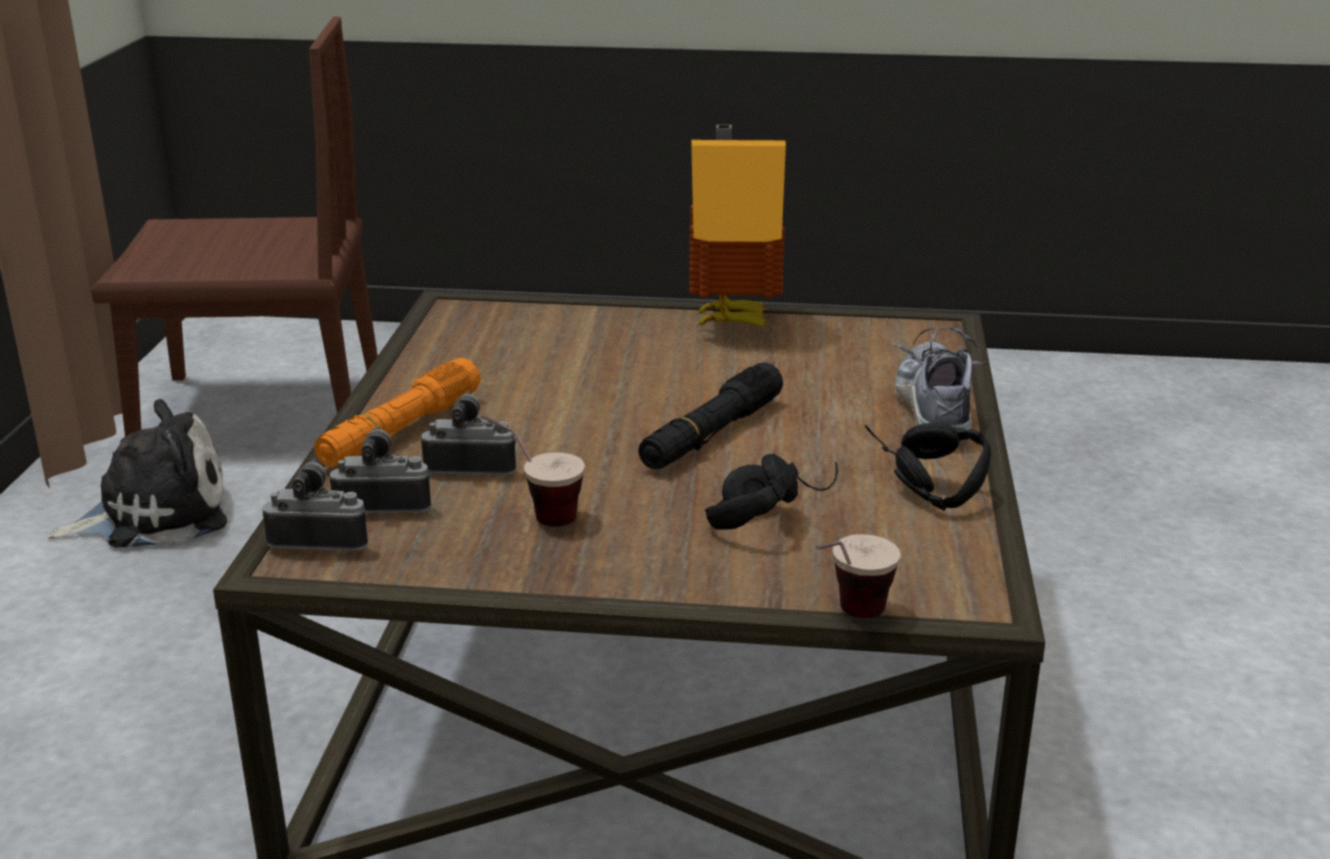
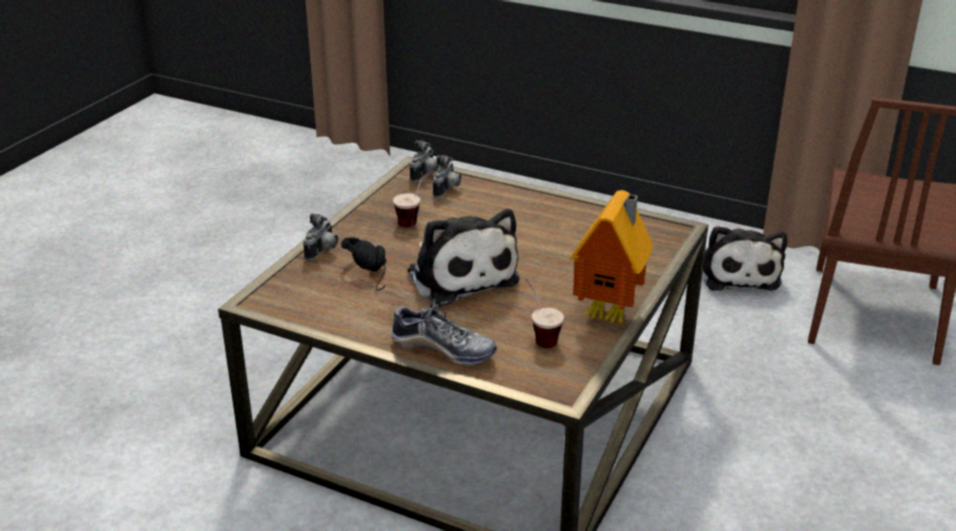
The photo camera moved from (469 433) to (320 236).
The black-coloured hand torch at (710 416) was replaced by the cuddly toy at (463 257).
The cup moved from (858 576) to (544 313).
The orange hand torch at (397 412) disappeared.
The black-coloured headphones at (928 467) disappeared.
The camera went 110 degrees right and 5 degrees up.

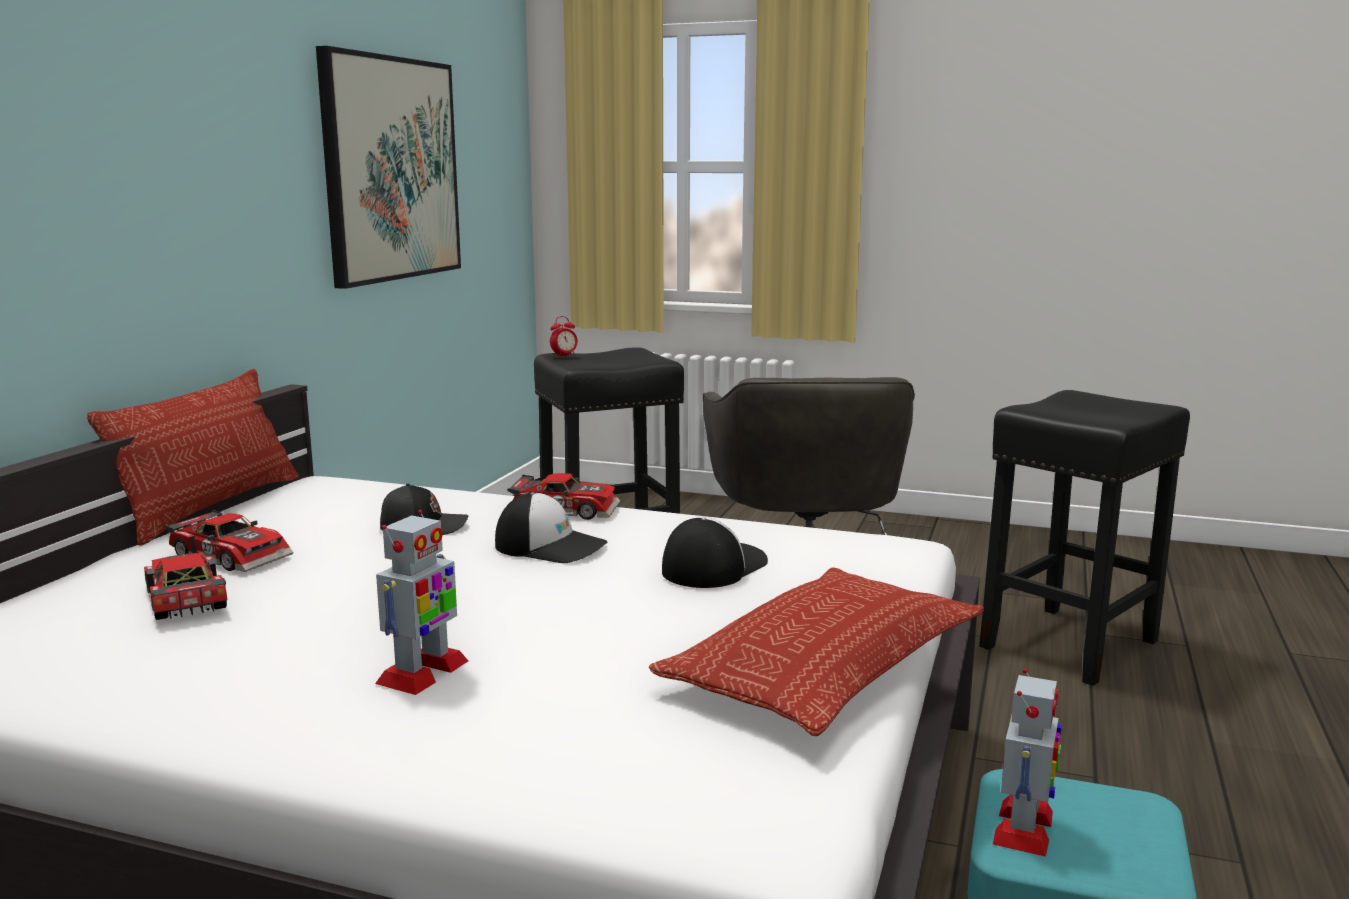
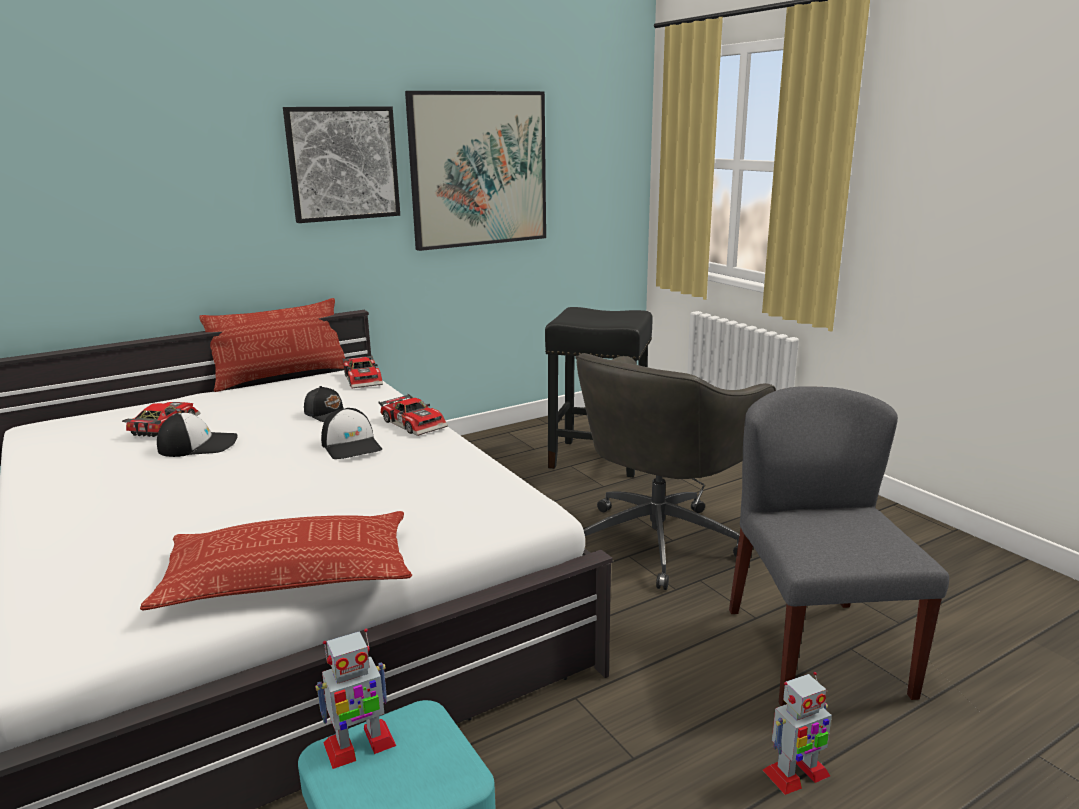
The peaked cap moved from (715 552) to (197 434).
The wall picture at (341 164) appeared.
The miniature car moved from (228 541) to (363 371).
The black-coloured sitting stool at (1084 538) was replaced by the gray upright chair at (839 546).
The toy robot moved from (421 602) to (797 733).
The table clock at (564 337) disappeared.
The camera went 40 degrees right and 5 degrees up.

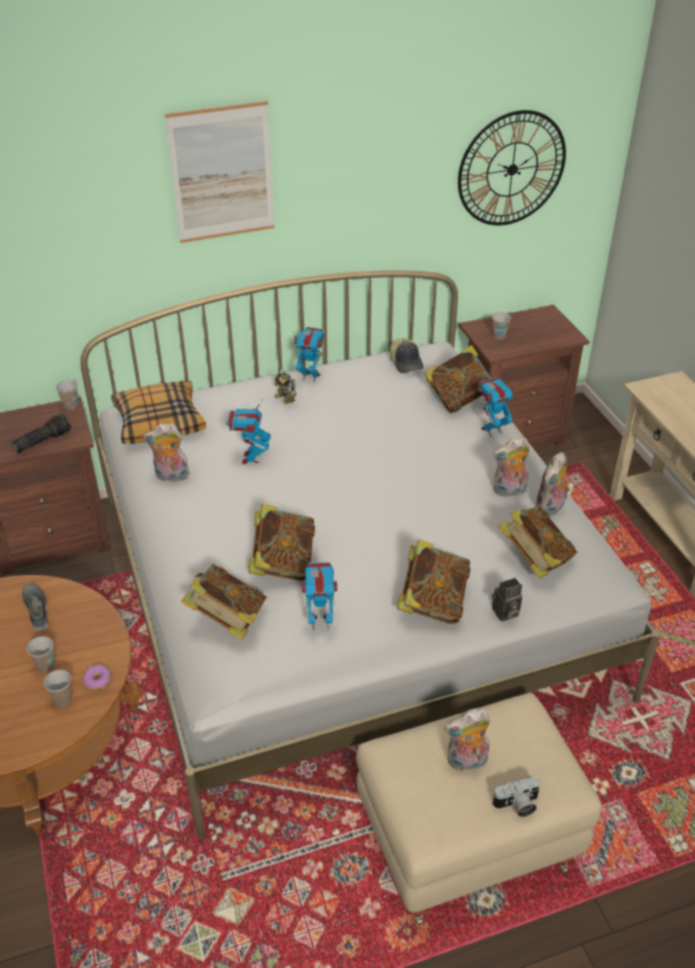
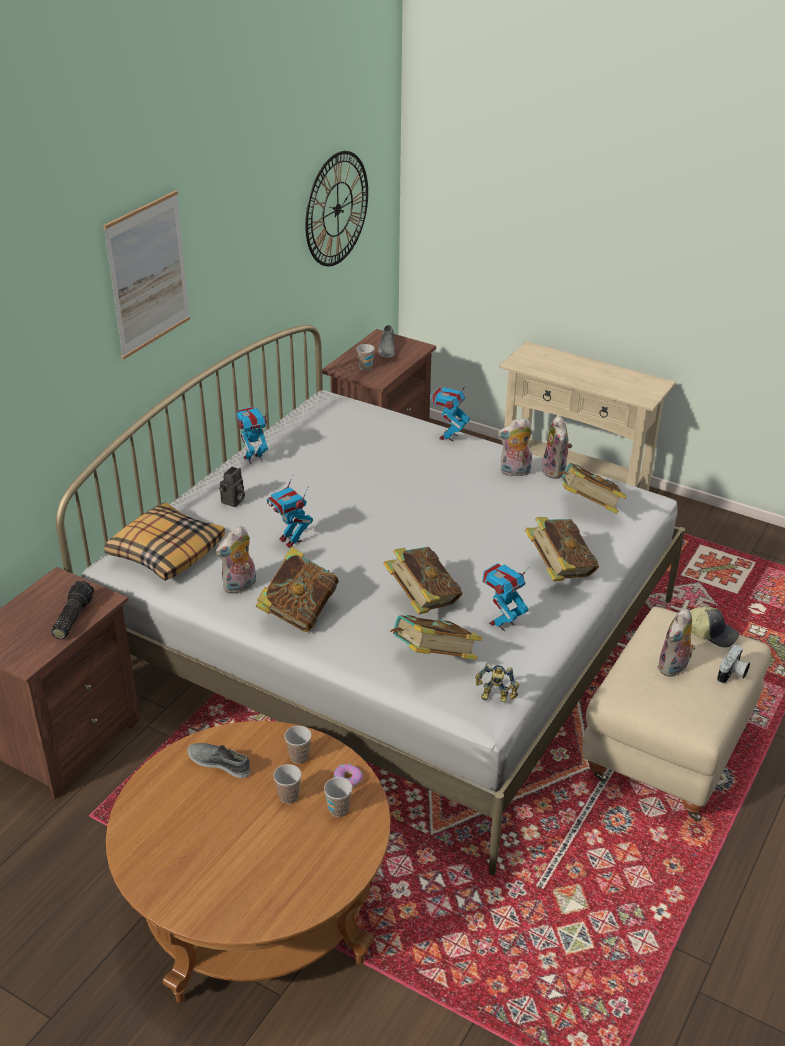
The photo camera moved from (507 600) to (232 487).
The book moved from (459 379) to (297 589).
The cup moved from (67 395) to (298 745).
The gray low shoe at (386 341) appeared.
The toy robot moved from (286 386) to (497 682).
The cuddly toy at (511 466) turned 45 degrees clockwise.
The peaked cap moved from (407 355) to (714 627).
The camera went 40 degrees left and 5 degrees down.

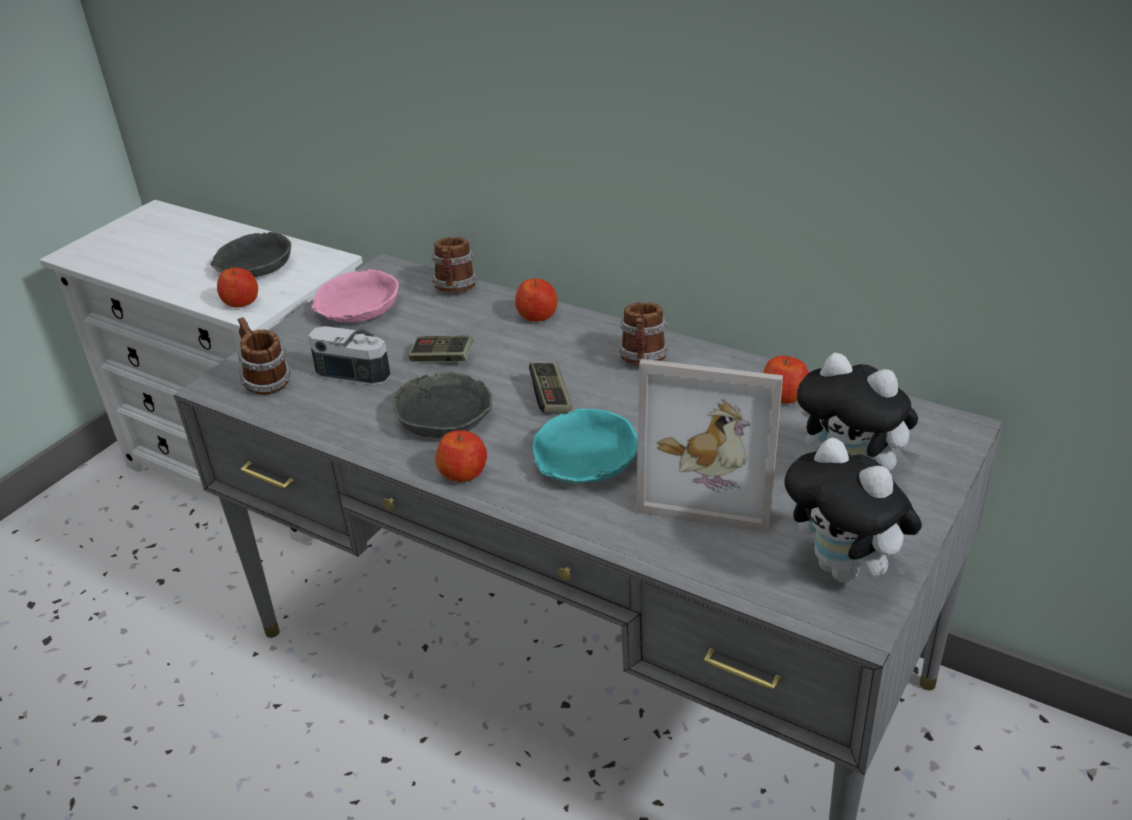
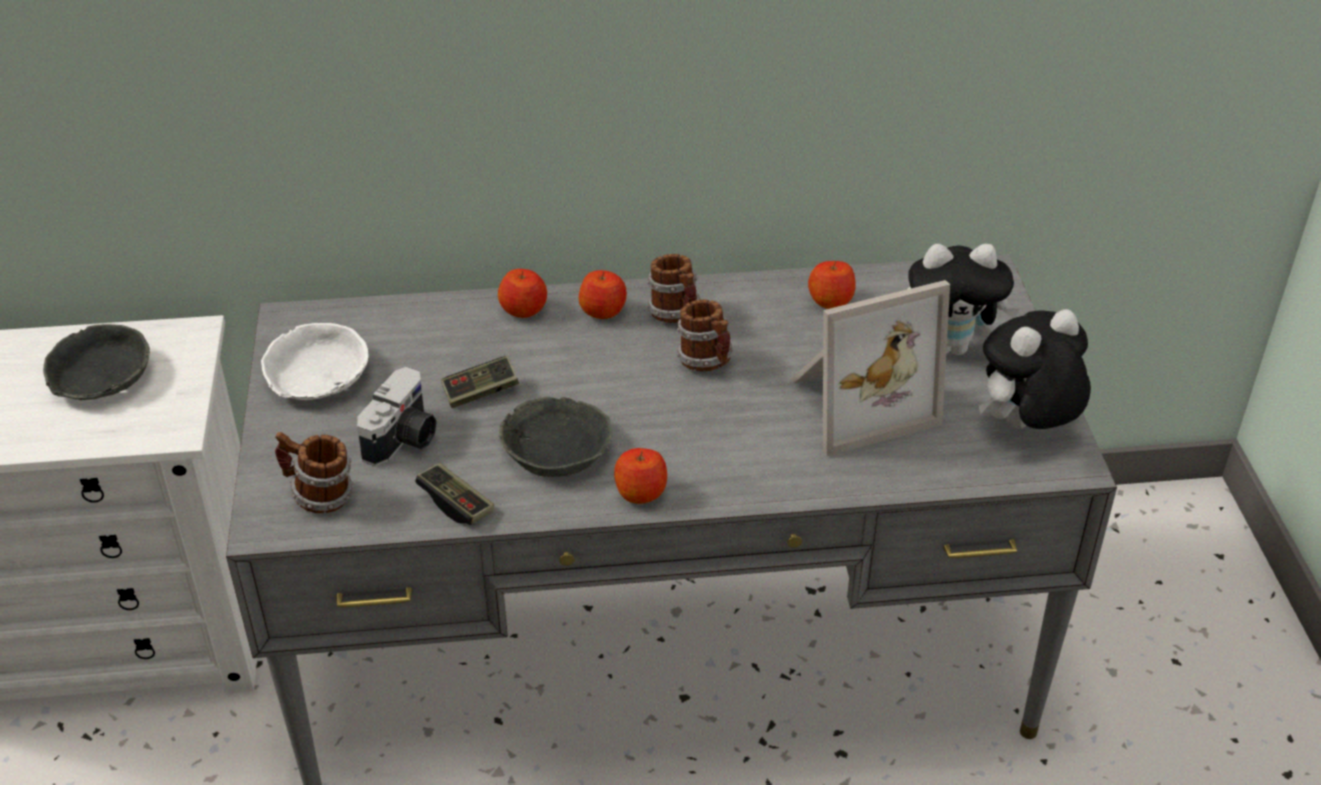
The pink deep dish at (355 295) became the whitish deep dish at (315 361).
The photo camera at (349 355) turned 135 degrees clockwise.
The joypad moved from (550 387) to (454 494).
The apple fruit moved from (237 287) to (602 294).
The coffee mug moved from (454 264) to (705 335).
The cuddly toy at (853 510) turned 135 degrees clockwise.
The turquoise-coloured deep dish at (585 446) disappeared.
The camera went 40 degrees left and 5 degrees up.

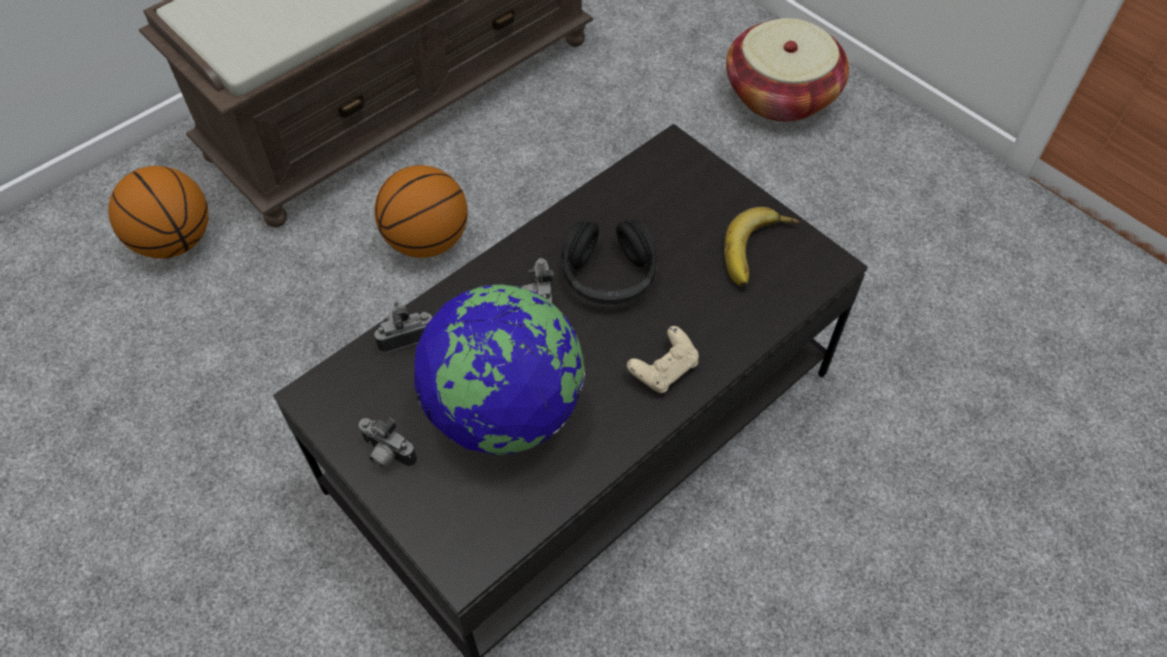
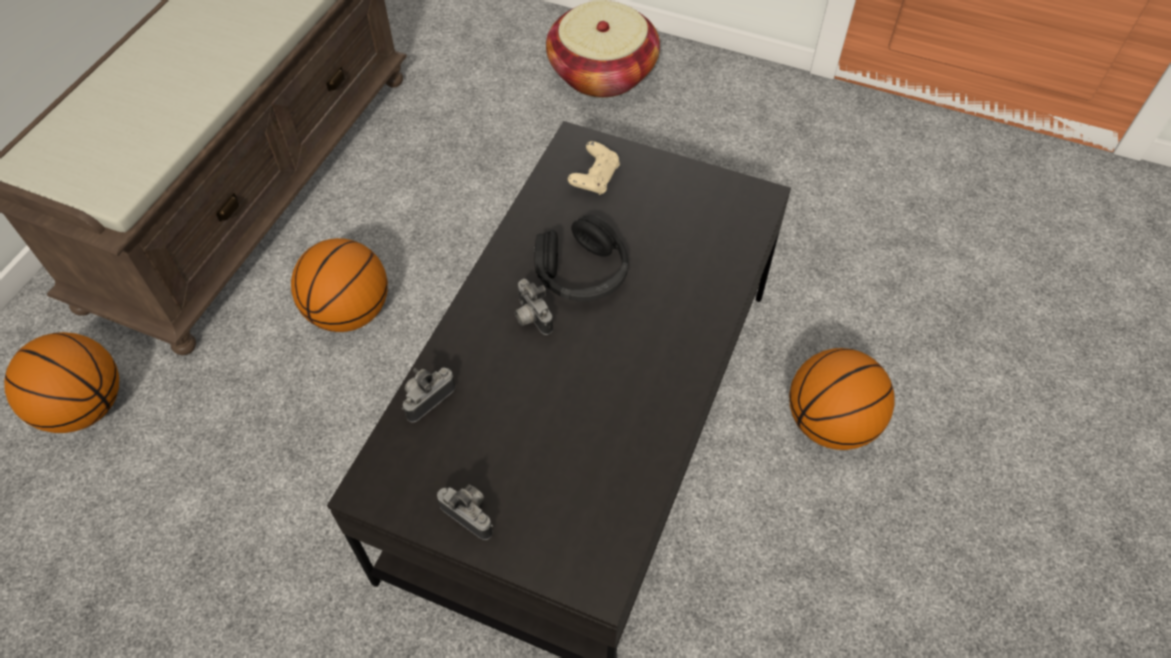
The photo camera at (387 443) turned 150 degrees counterclockwise.
The beige-coloured joypad moved from (663 359) to (594 168).
The basketball at (841 399) appeared.
The world globe at (499 369) disappeared.
The banana at (762 246) disappeared.
The camera went 25 degrees left and 0 degrees up.

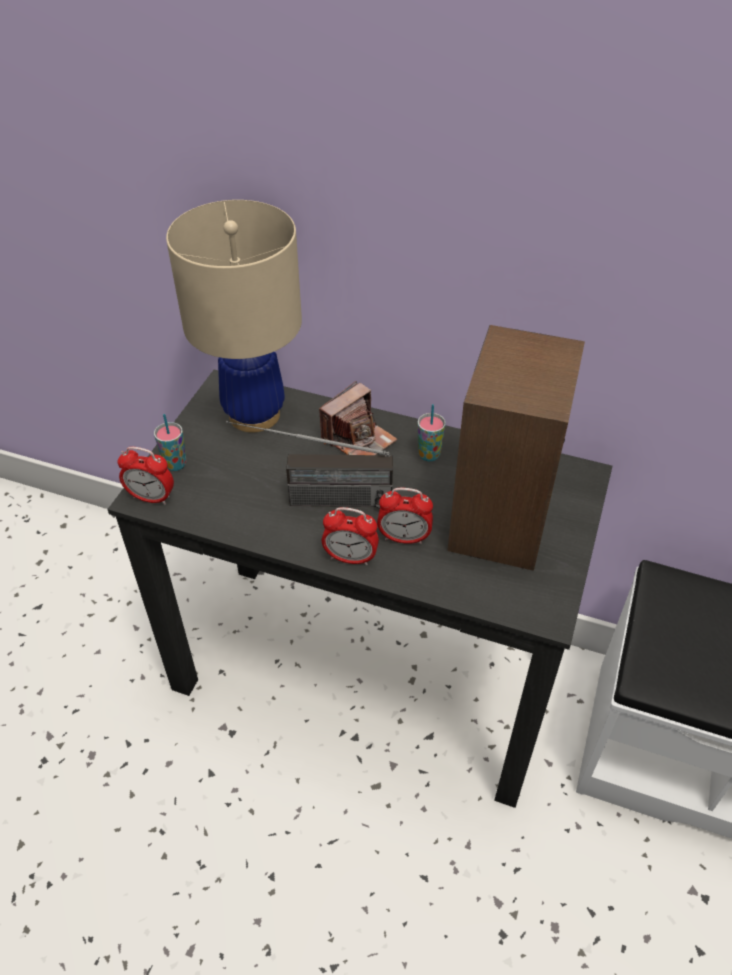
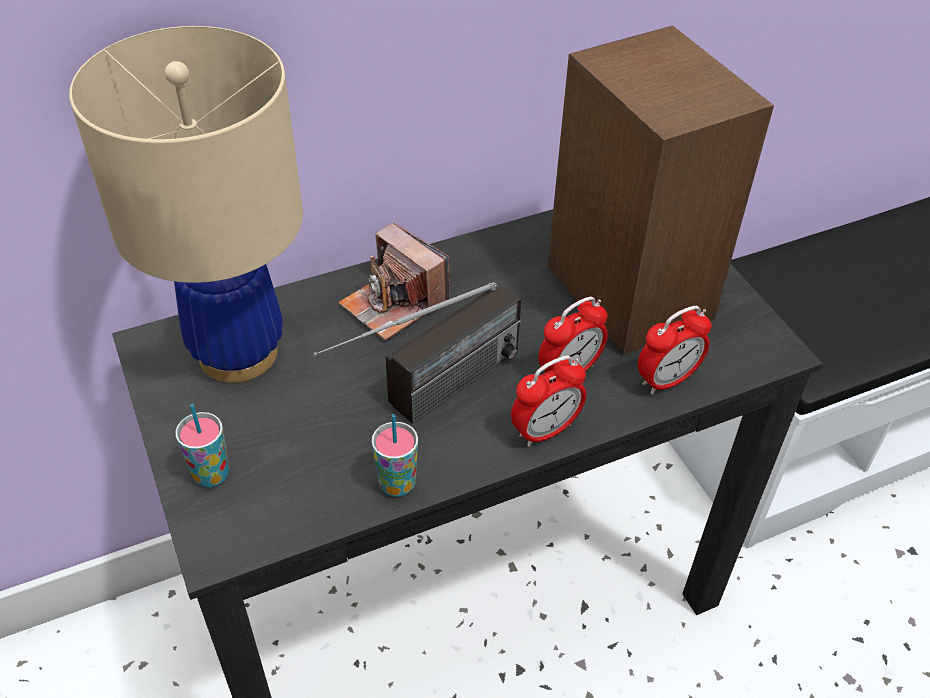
The photo camera at (358 418) turned 135 degrees clockwise.
The cup moved from (431 433) to (394 455).
The table clock moved from (145 475) to (675 350).
The camera went 45 degrees left and 0 degrees up.

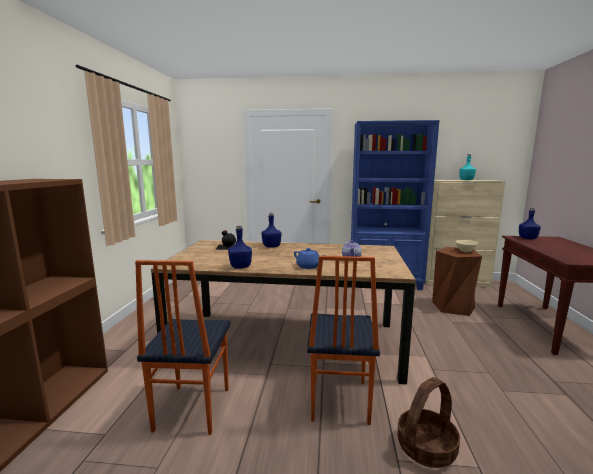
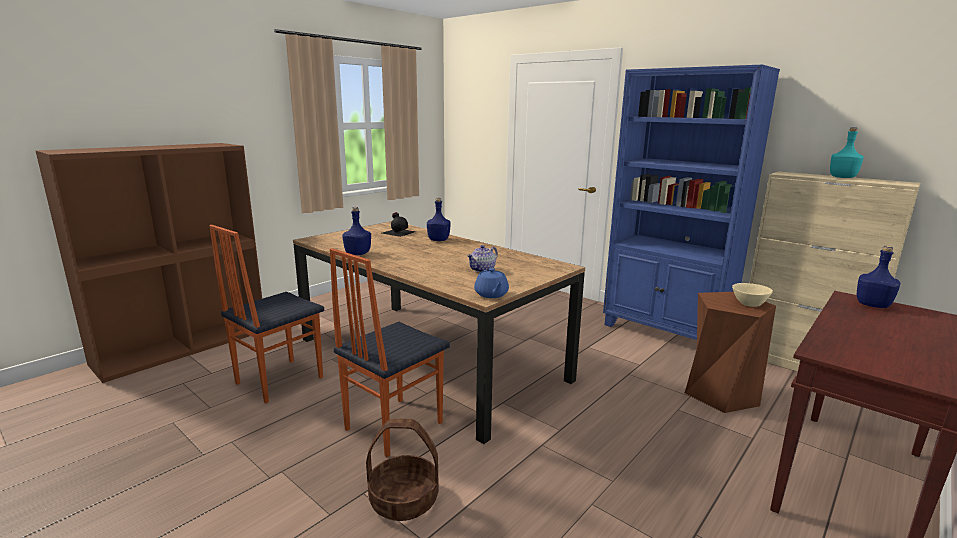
The blue teapot moved from (310 258) to (491 283).
The camera went 35 degrees right and 5 degrees up.

